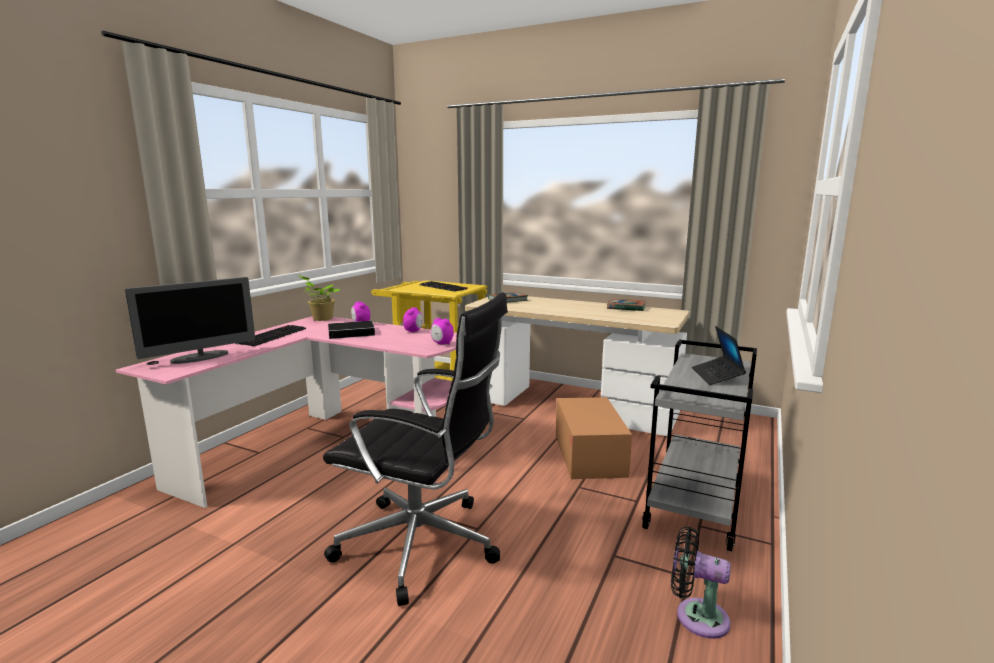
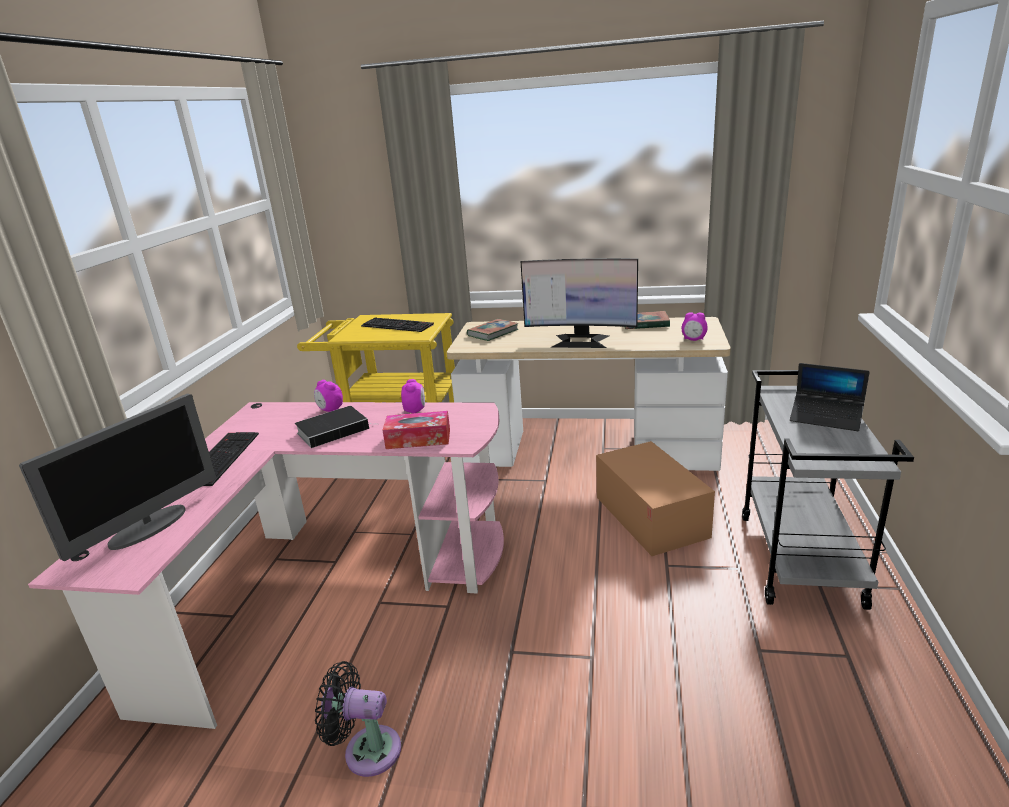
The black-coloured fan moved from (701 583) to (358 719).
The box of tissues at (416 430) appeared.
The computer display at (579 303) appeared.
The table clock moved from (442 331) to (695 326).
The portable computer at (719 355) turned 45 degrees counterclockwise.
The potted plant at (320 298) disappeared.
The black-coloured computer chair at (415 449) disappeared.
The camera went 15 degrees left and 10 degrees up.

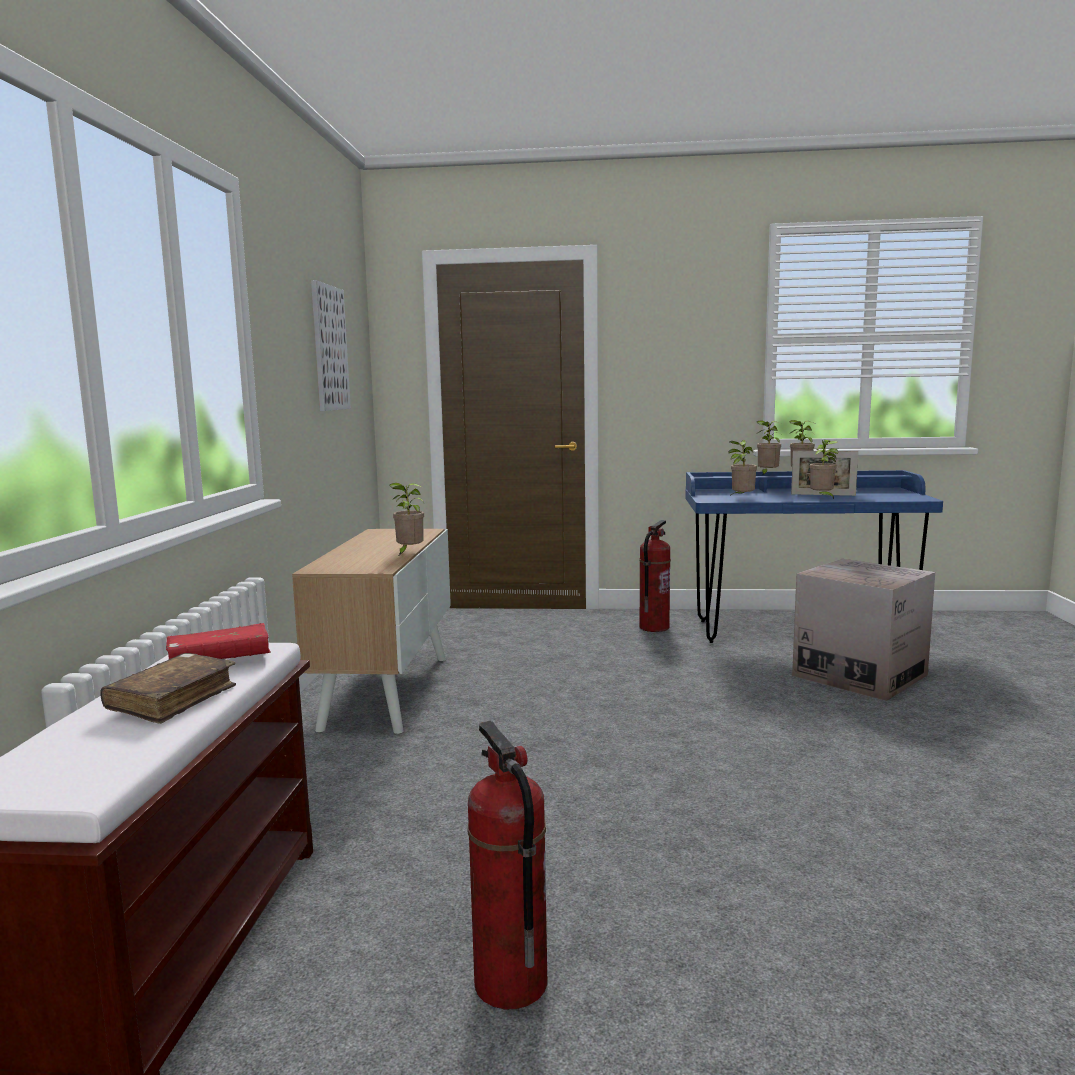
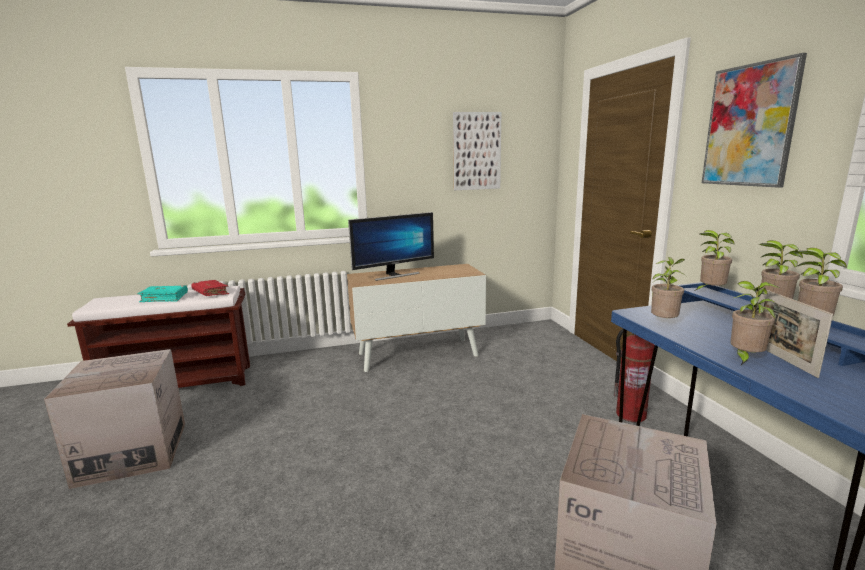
The fire extinguisher at (508 865) was replaced by the cardboard box at (114 419).
The brown-coloured book at (168 688) became the turquoise-coloured book at (162 294).
The computer display at (391 246) appeared.
The potted plant moved from (406 519) to (715 260).
The wall picture at (754 120) appeared.
The camera went 70 degrees right and 5 degrees up.

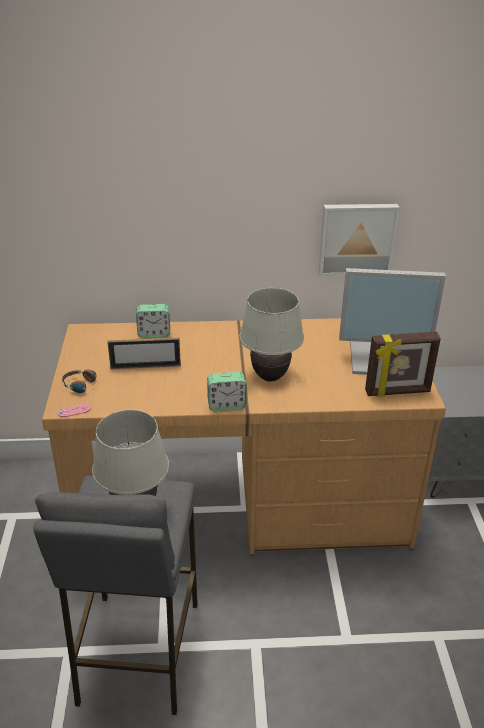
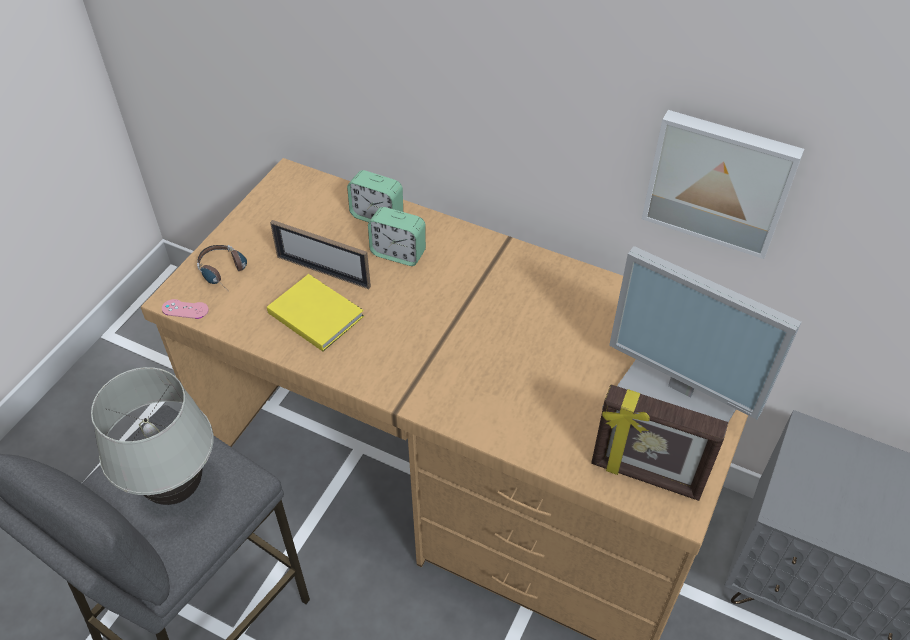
The yellow book at (315 313) appeared.
The table clock moved from (227 391) to (397 236).
The whitish tabletop lamp at (271 334) disappeared.
The camera went 30 degrees right and 15 degrees up.

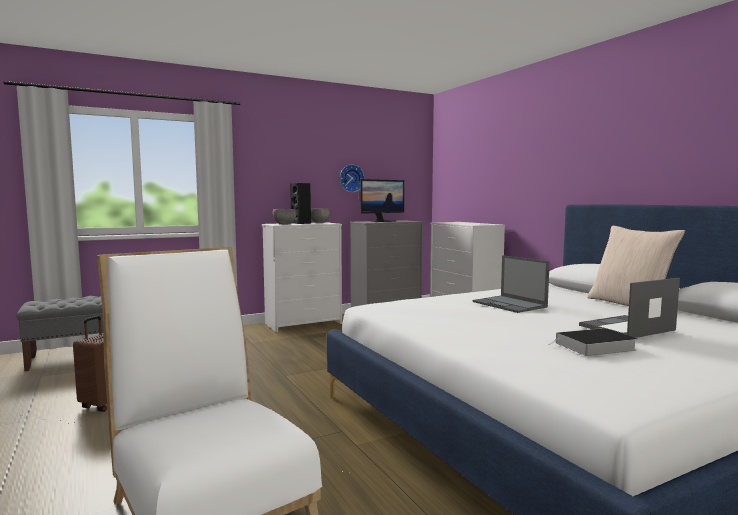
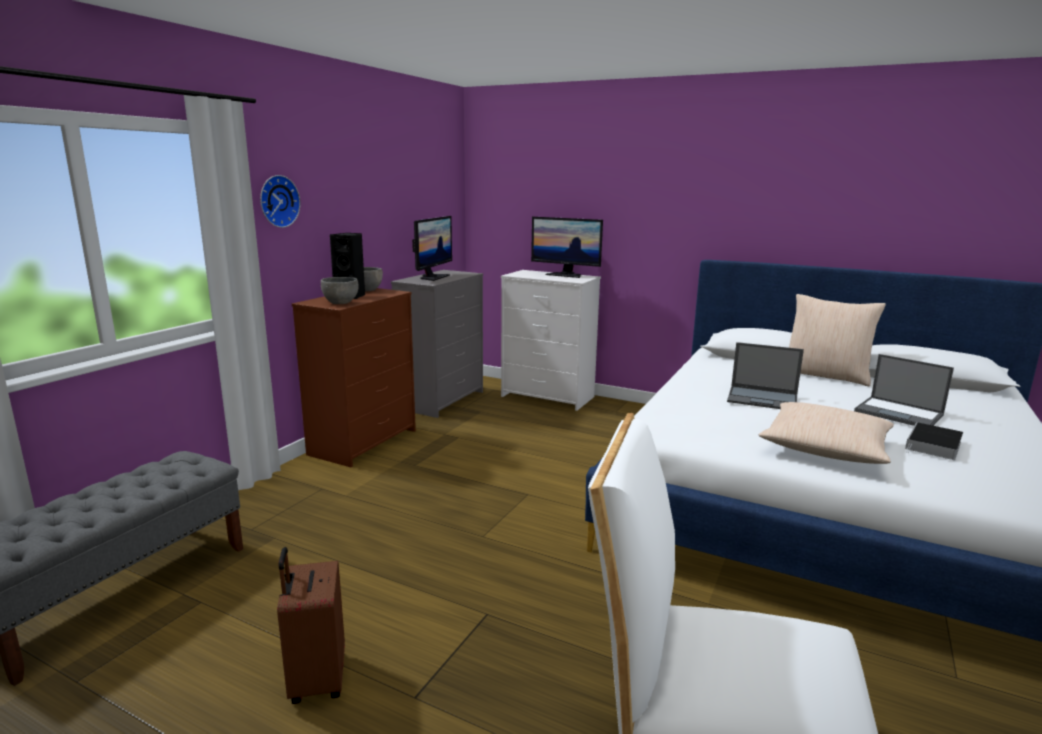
The hanging clock moved from (352 178) to (280 201).
The whitish dresser at (302 277) became the brown-coloured dresser at (354 377).
The computer display at (567 247) appeared.
The beige-coloured throw pillow at (826 433) appeared.
The portable computer at (629 308) turned 75 degrees counterclockwise.
The camera went 35 degrees left and 10 degrees up.

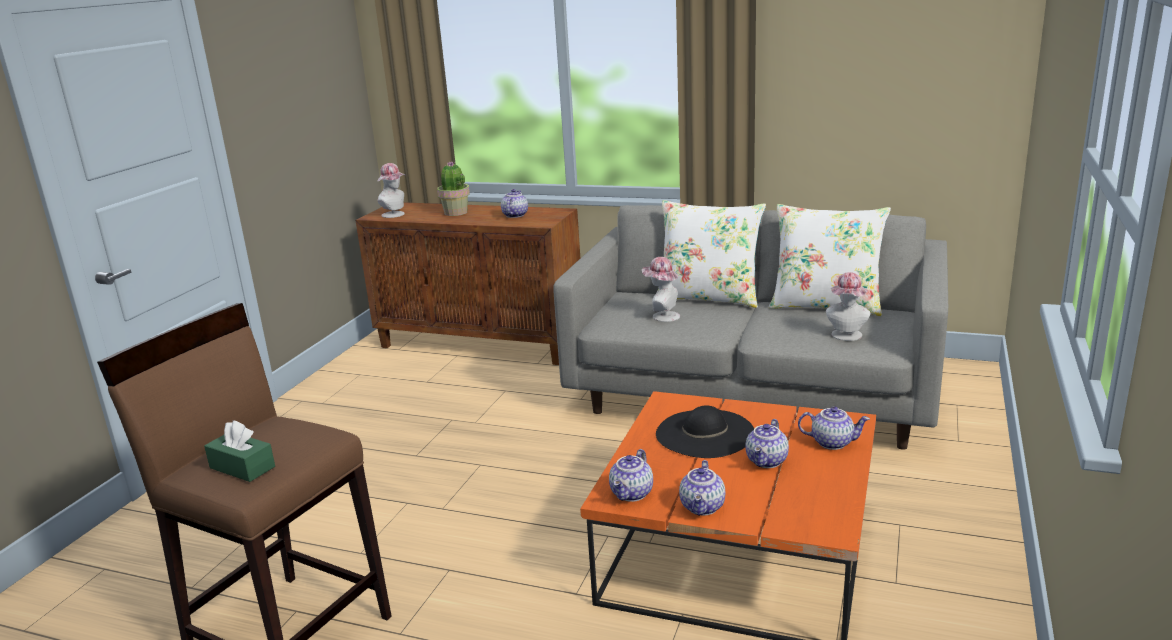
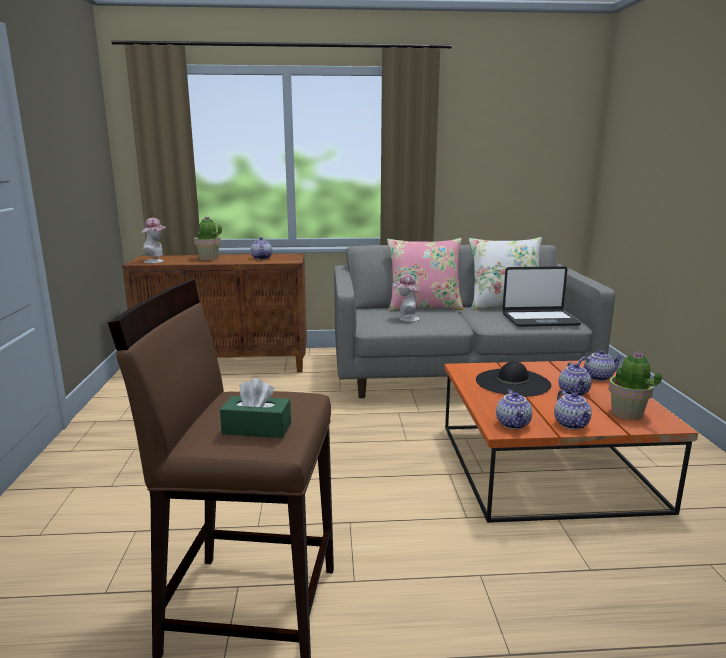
The whitish throw pillow at (711 254) became the pink throw pillow at (425 274).
The clothing hat at (848 306) was replaced by the portable computer at (541 296).
The potted plant at (635 385) appeared.
The camera went 25 degrees left and 5 degrees down.

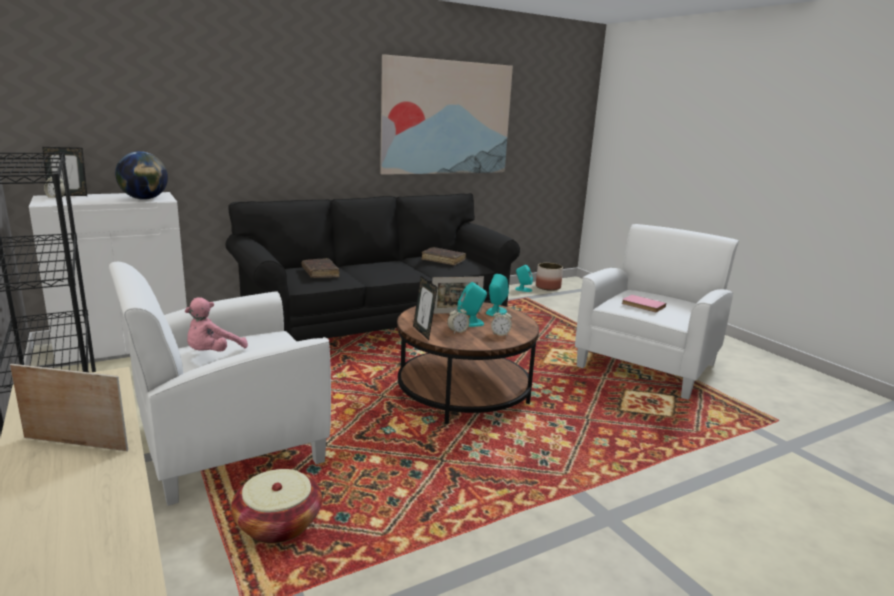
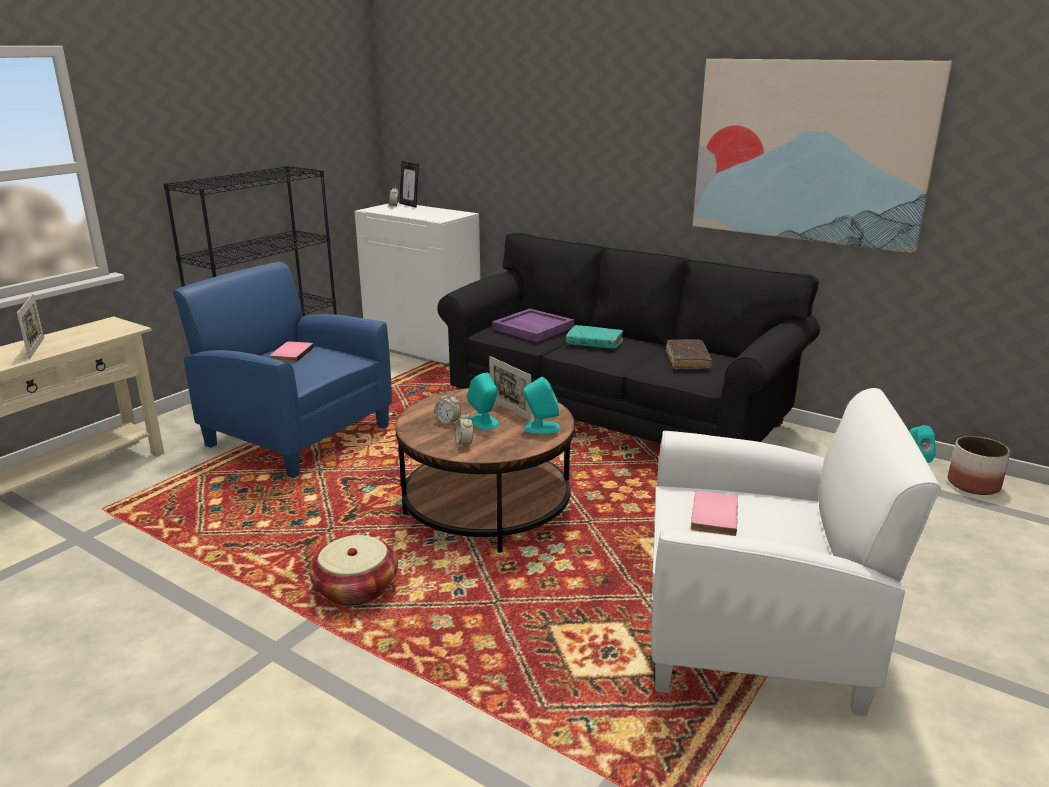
The whitish lounge chair at (220 384) became the blue lounge chair at (282 370).
The pink cuddly toy at (216 324) was replaced by the pink book at (292 352).
The storage basket moved from (276 506) to (353 570).
The brown-coloured book at (320 268) was replaced by the purplish tray at (533 325).
The turquoise-coloured book at (594 337) appeared.
The world globe at (141 175) disappeared.
The photo frame at (425 308) disappeared.
The camera went 65 degrees right and 5 degrees up.

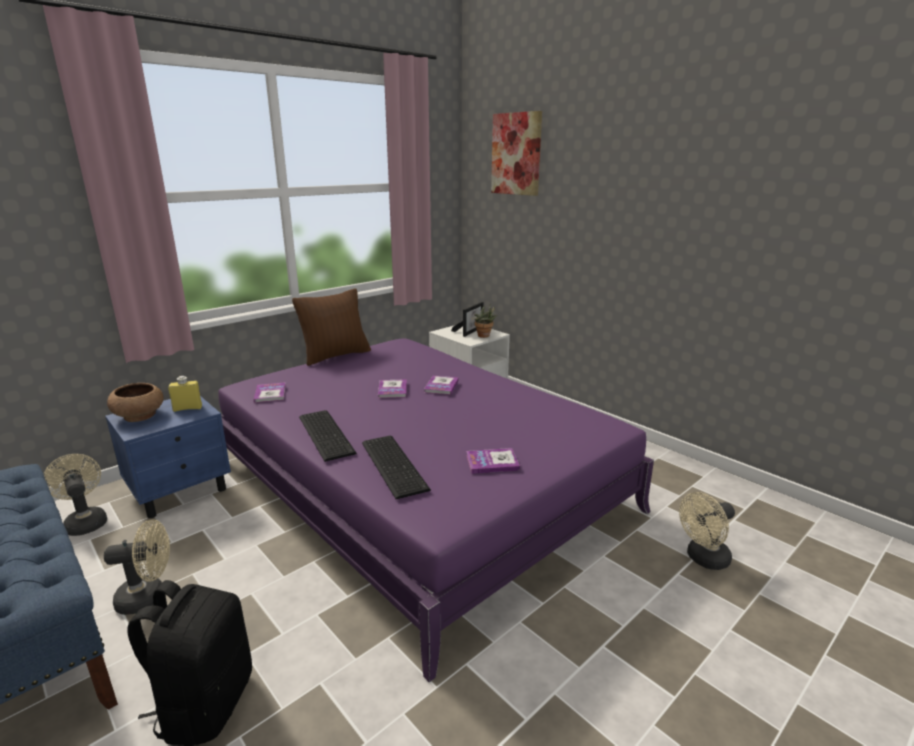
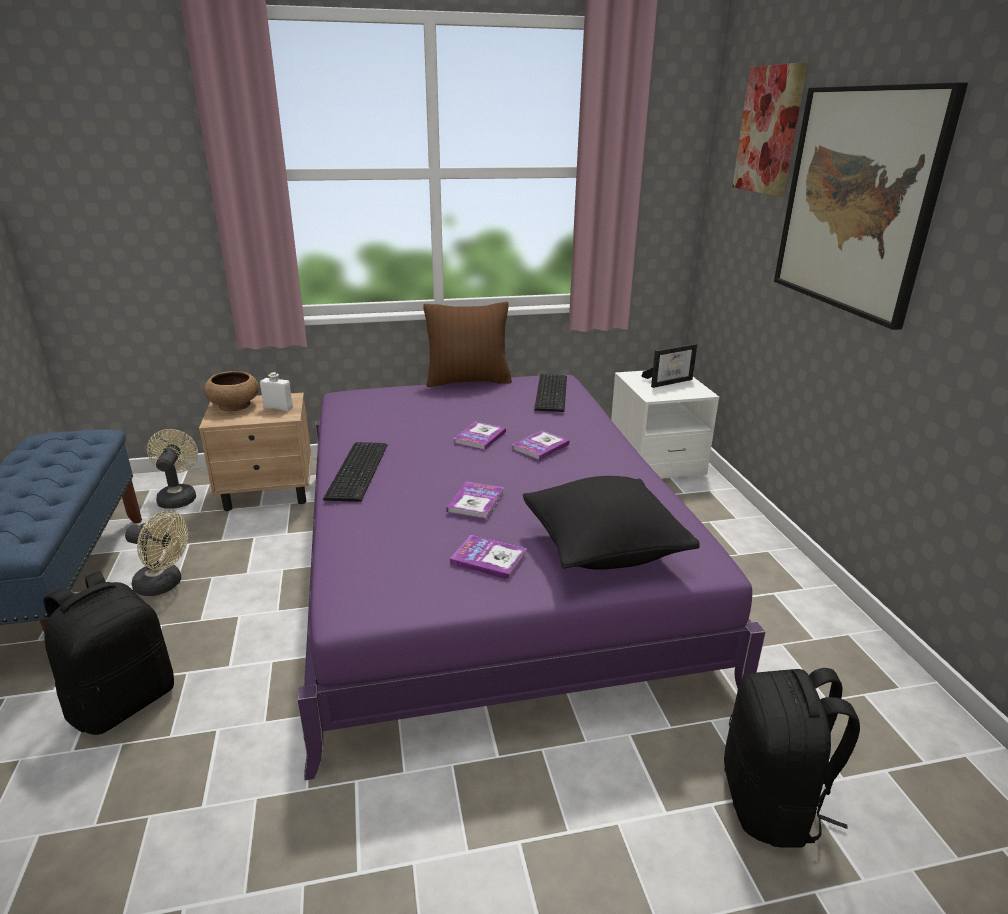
The blue bedside table at (168 457) became the beige-coloured bedside table at (255 452).
The yellow beverage bottle at (185 394) became the whitish beverage bottle at (276 392).
The book moved from (270 392) to (475 500).
The black-coloured throw pillow at (611 523) appeared.
The keyboard moved from (396 467) to (550 393).
The beige-coloured fan at (707 531) was replaced by the black-coloured knapsack at (792 758).
The wall picture at (871 206) appeared.
The potted plant at (485 320) disappeared.
The camera went 30 degrees right and 5 degrees up.

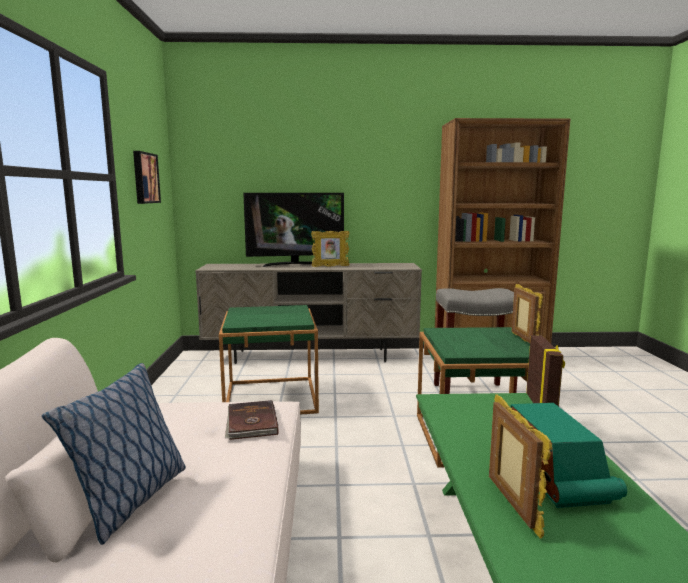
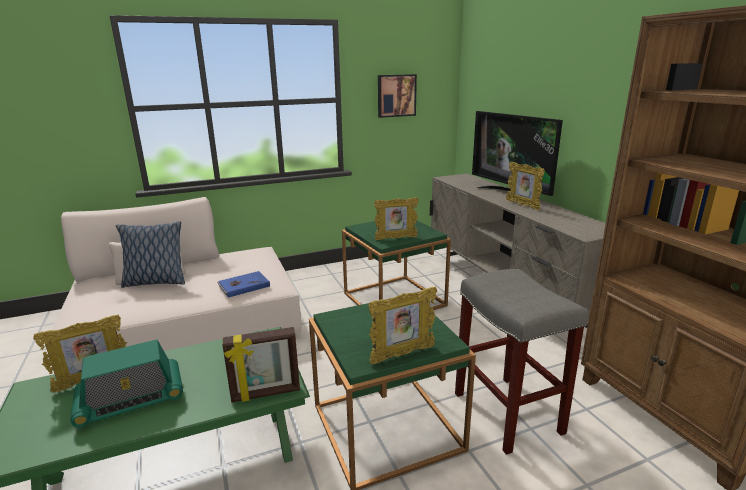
The brown-coloured book at (252 420) became the blue book at (243 284).
The photo frame at (396 219) appeared.
The camera went 70 degrees right and 10 degrees up.

